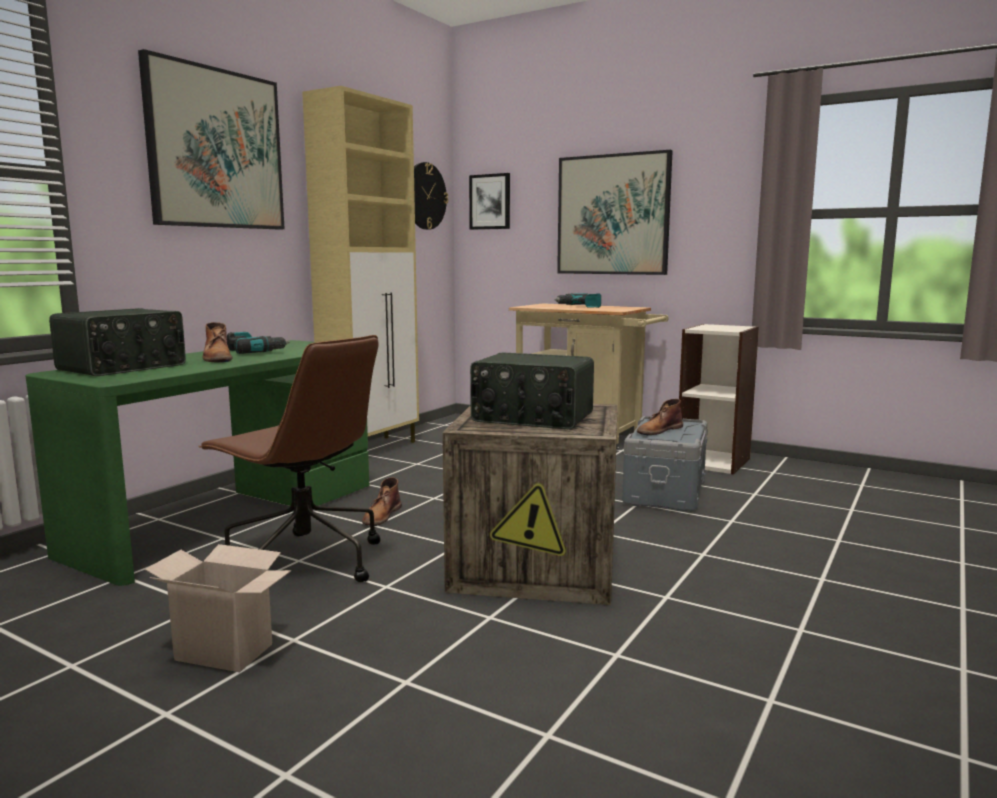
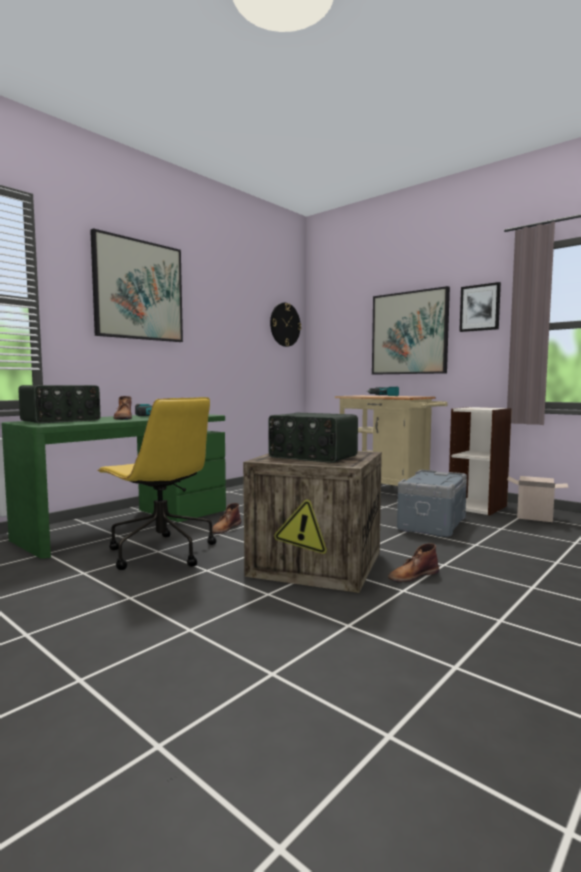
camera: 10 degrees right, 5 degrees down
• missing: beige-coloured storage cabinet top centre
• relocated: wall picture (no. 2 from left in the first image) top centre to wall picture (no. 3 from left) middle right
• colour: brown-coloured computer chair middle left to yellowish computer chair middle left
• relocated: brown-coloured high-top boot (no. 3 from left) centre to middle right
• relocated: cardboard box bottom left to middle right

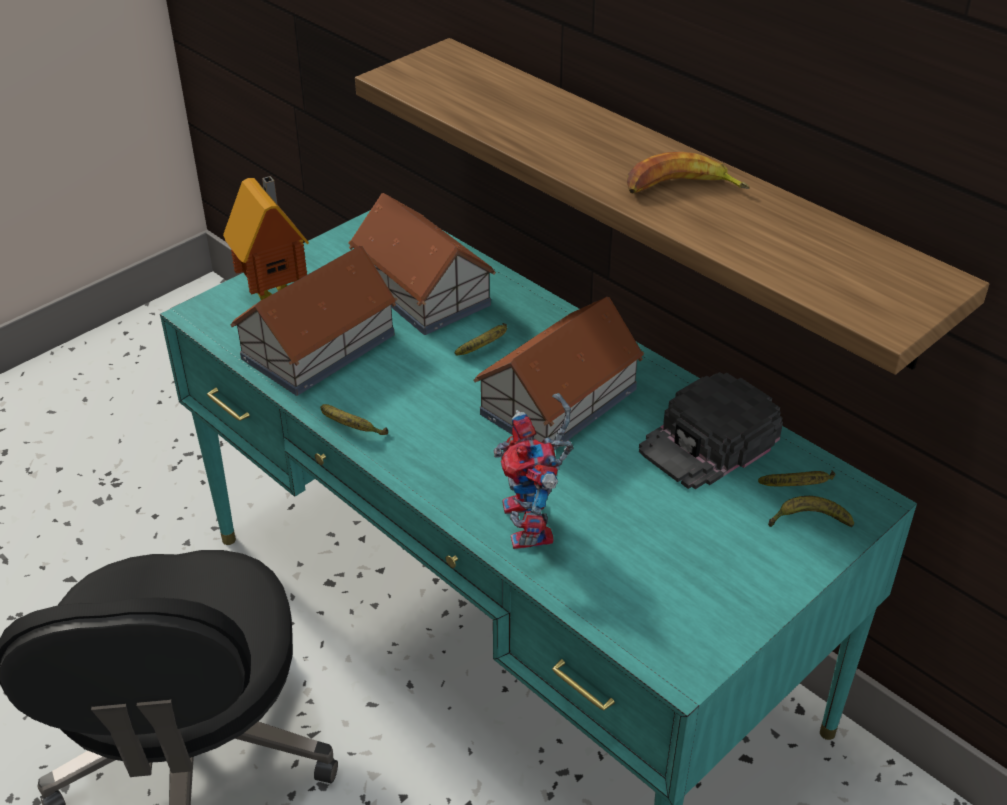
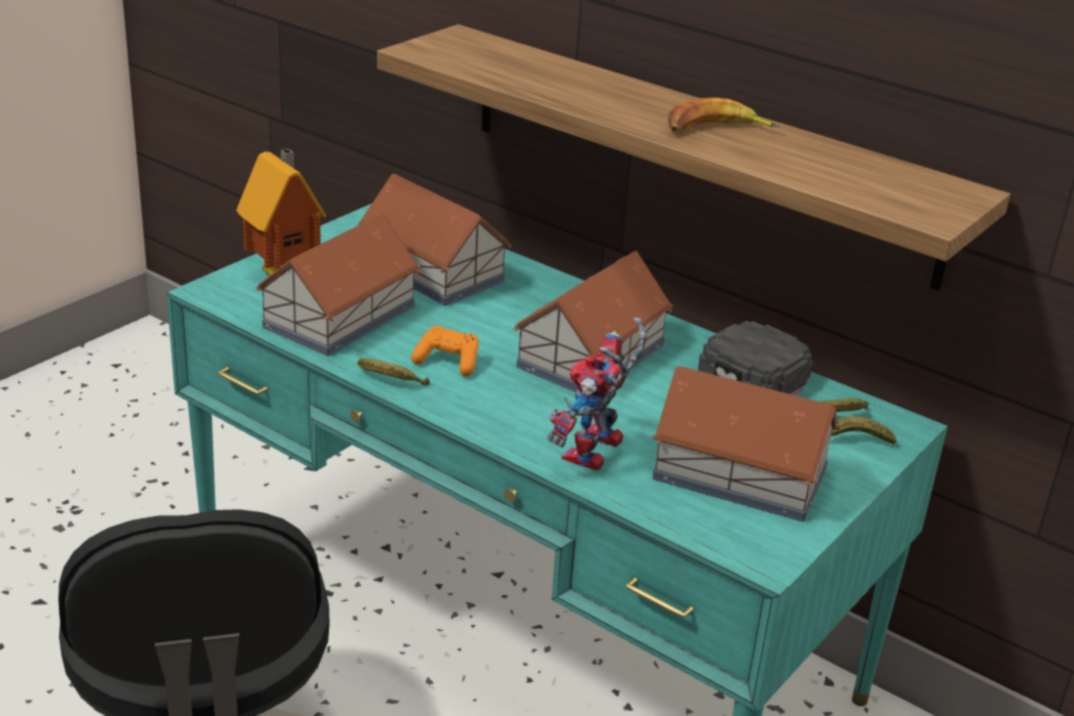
camera: 10 degrees left, 10 degrees down
• missing: banana (no. 2 from left) centre
• spun: model robot centre = centre 45 degrees clockwise
• appeared: orangey game controller centre
• appeared: model house (no. 5 from left) middle right

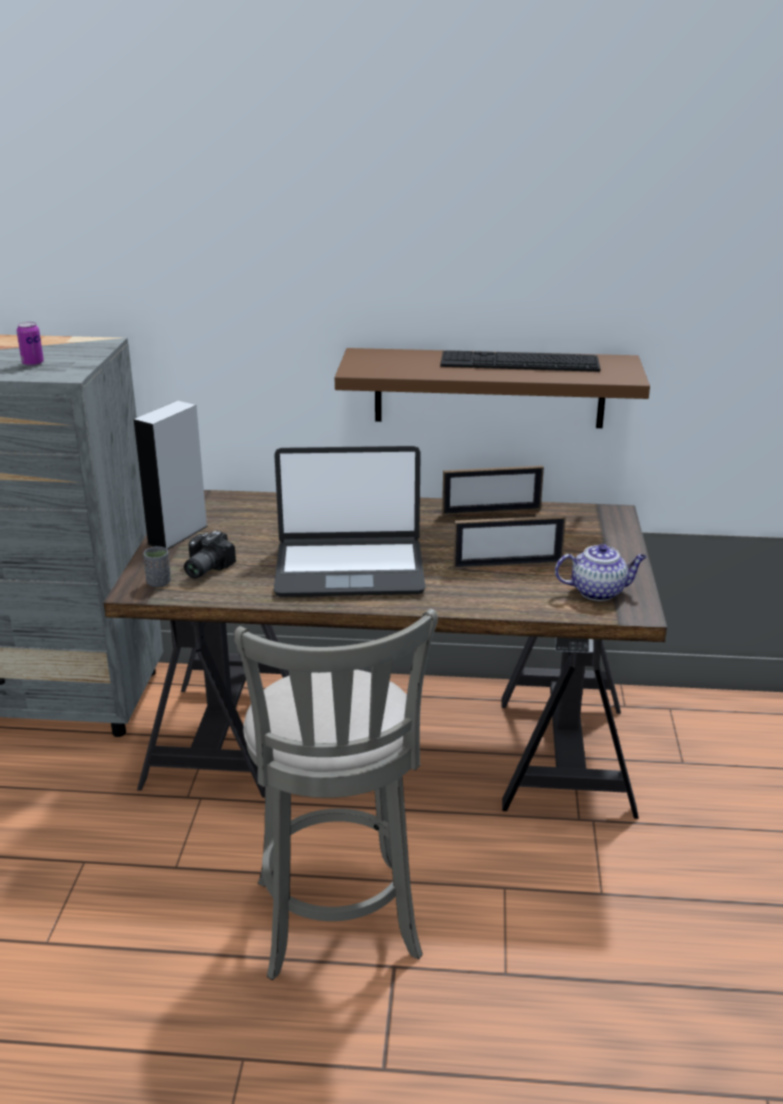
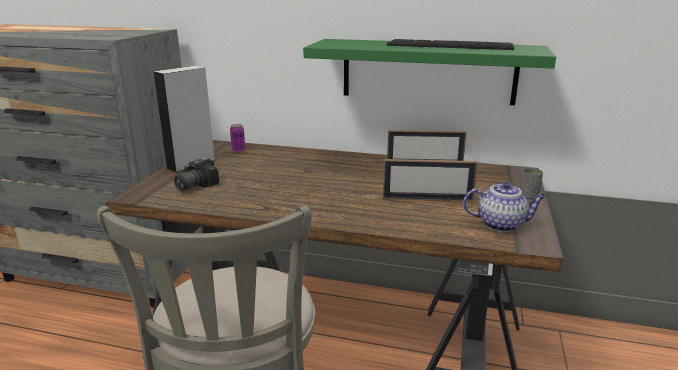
camera: 10 degrees right, 5 degrees down
• relocated: can top left to centre
• colour: brown-coloured shelf centre to greenish shelf top centre
• missing: notebook computer centre
• relocated: greyish drinking cup middle left to middle right

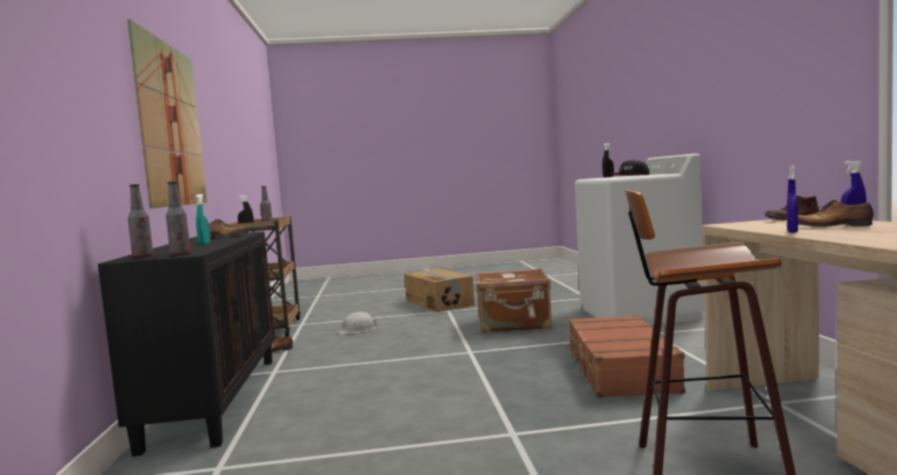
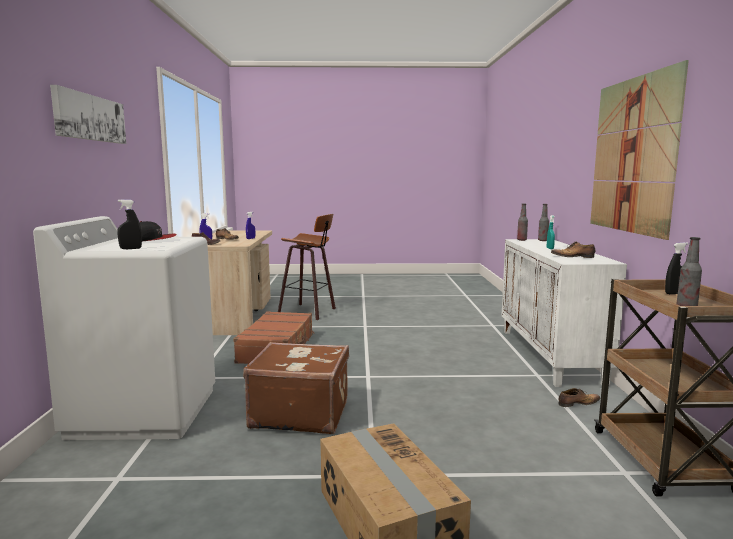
camera: 175 degrees left, 5 degrees up
• colour: black-coloured storage cabinet bottom left to white storage cabinet middle right
• missing: white hard hat bottom centre
• appeared: wall picture (no. 1 from left) top left

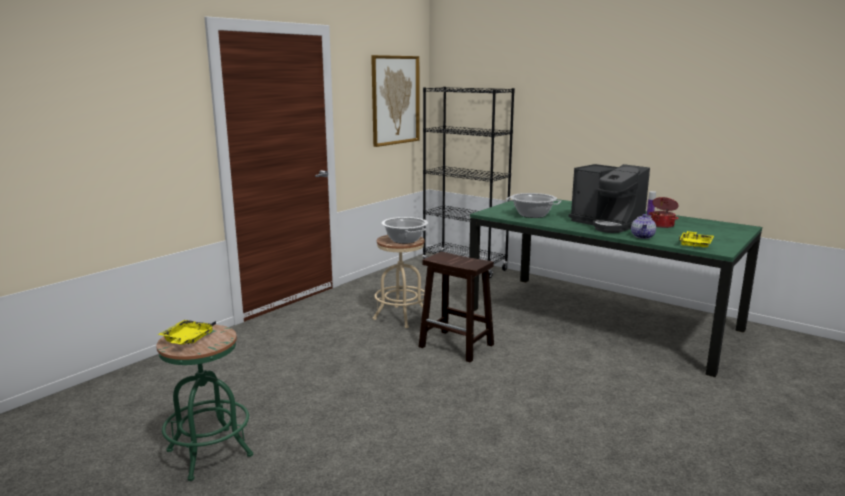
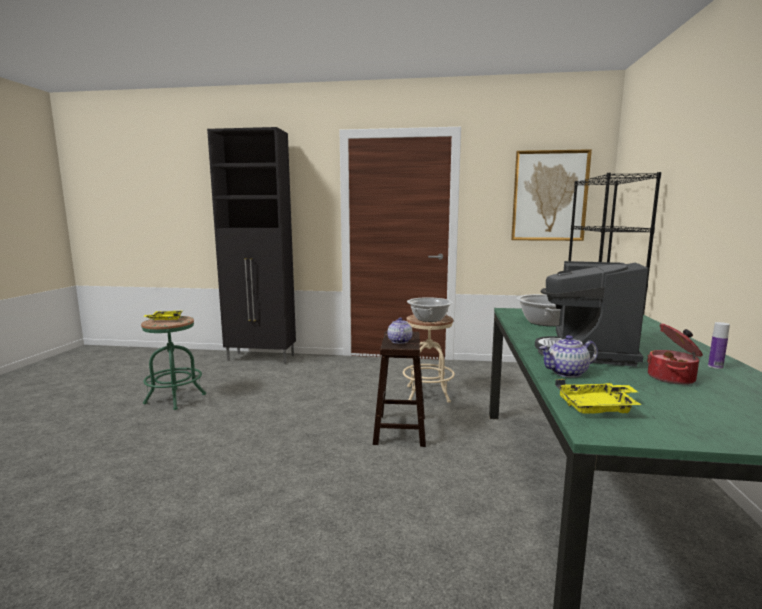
camera: 60 degrees right, 5 degrees down
• appeared: black-coloured storage cabinet middle left
• appeared: tea pot (no. 1 from left) centre

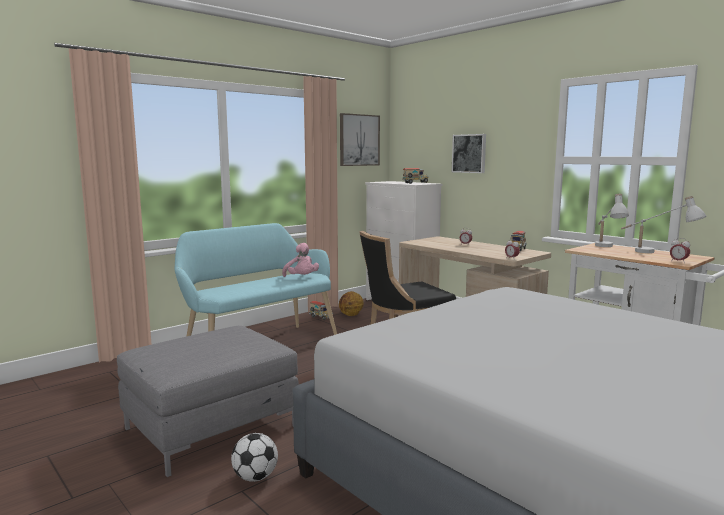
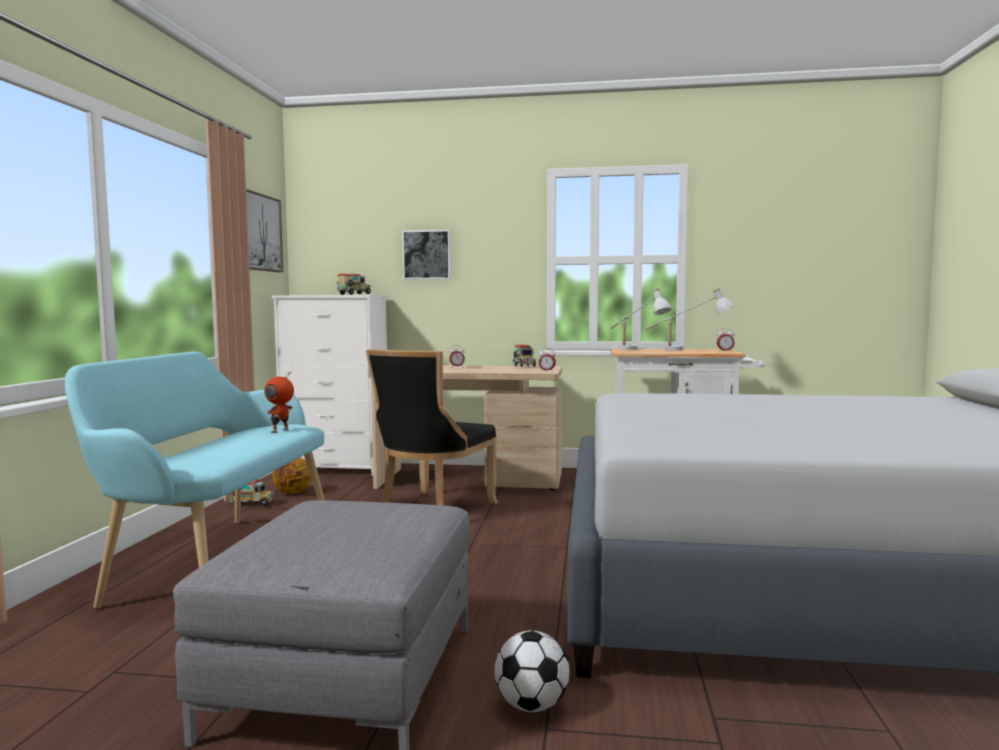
camera: 40 degrees left, 5 degrees down
• exchanged: pink-coloured plush toy centre to model robot middle left

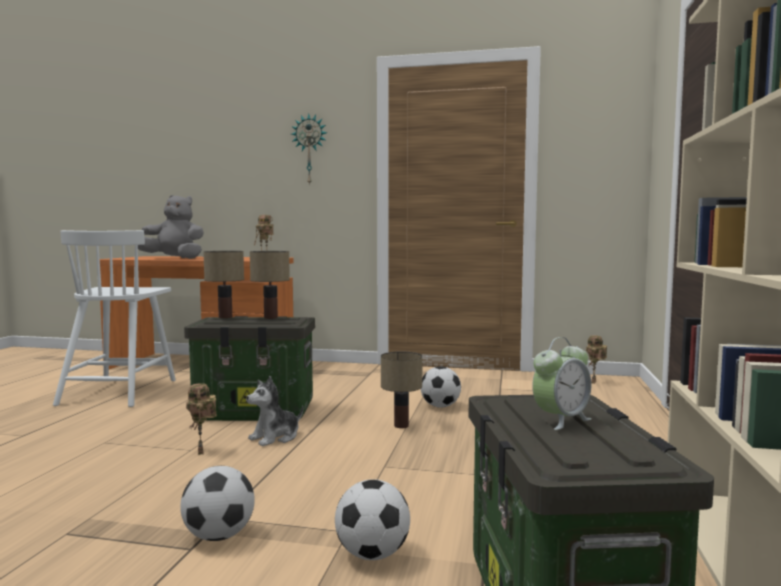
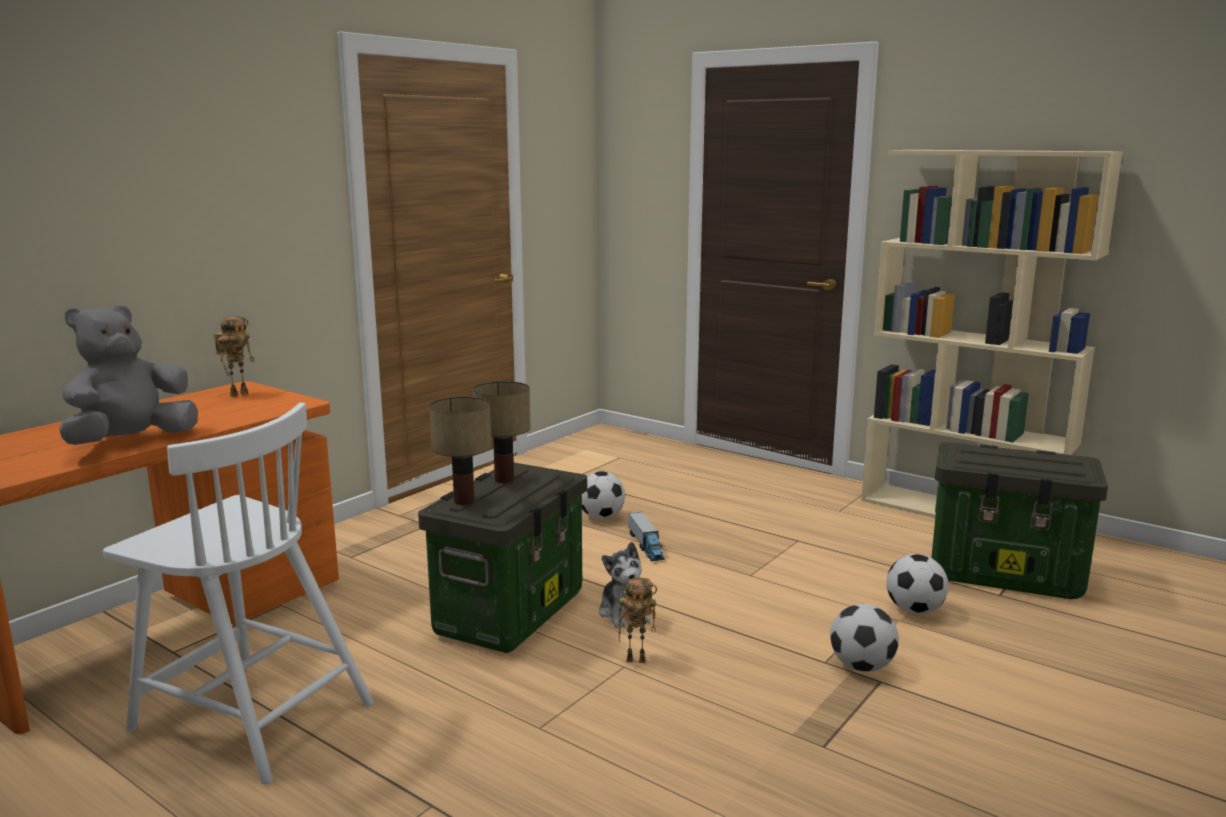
camera: 65 degrees left, 10 degrees up
• missing: hanging clock top centre
• missing: model robot (no. 3 from left) middle right
• missing: bedside clock middle right
• exchanged: lamp for a table (no. 3 from left) centre to toy truck centre

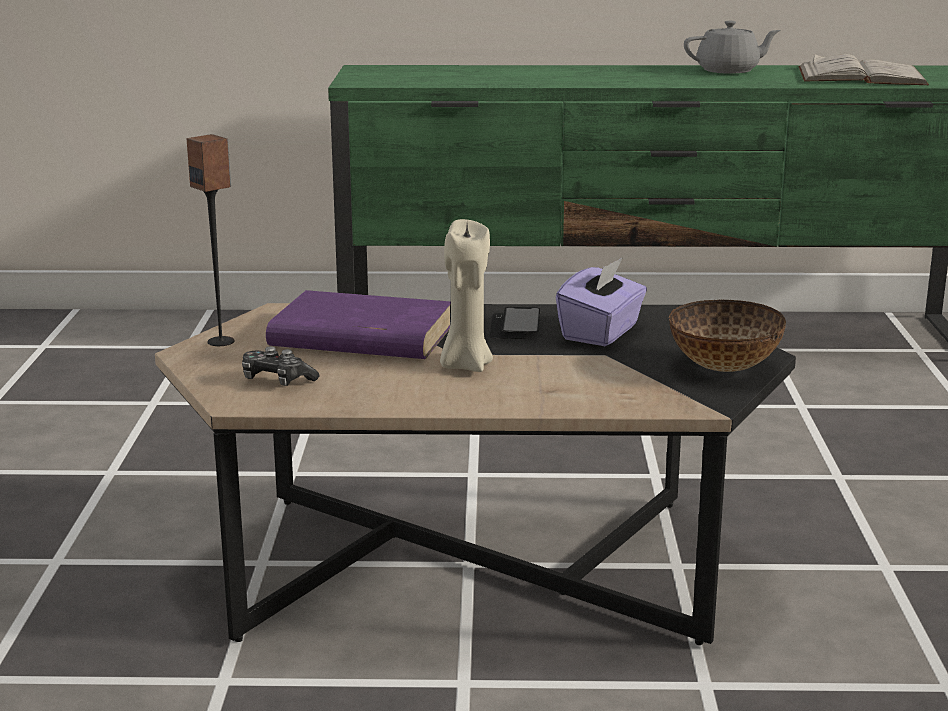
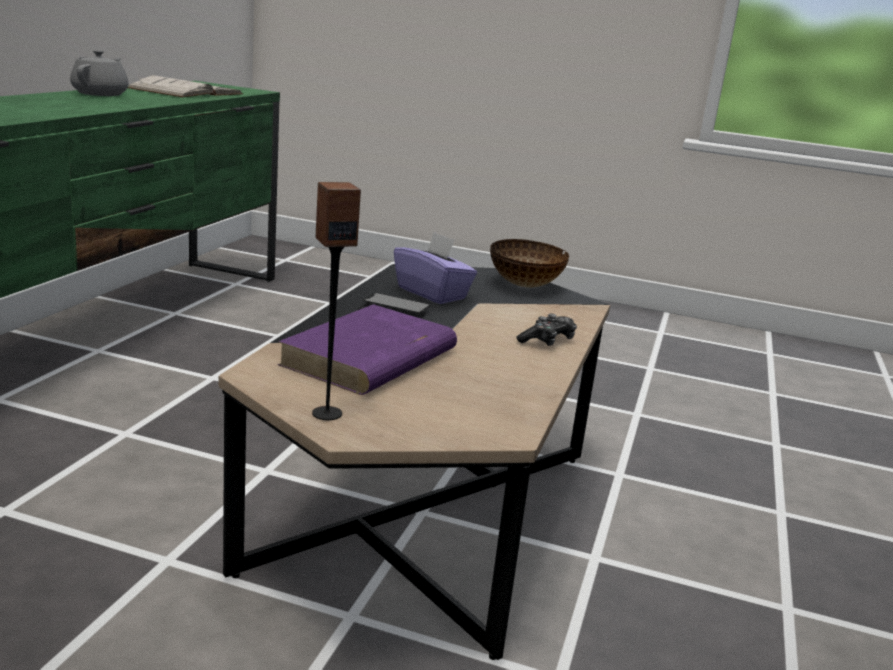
camera: 75 degrees left, 0 degrees up
• missing: beige-coloured candle centre
• relocated: game controller middle left to centre

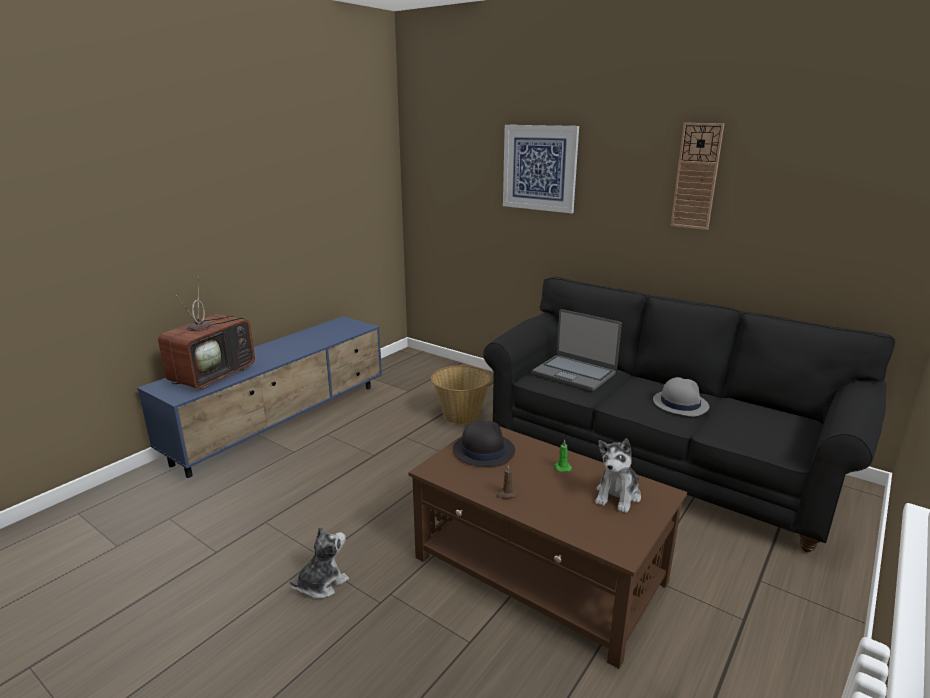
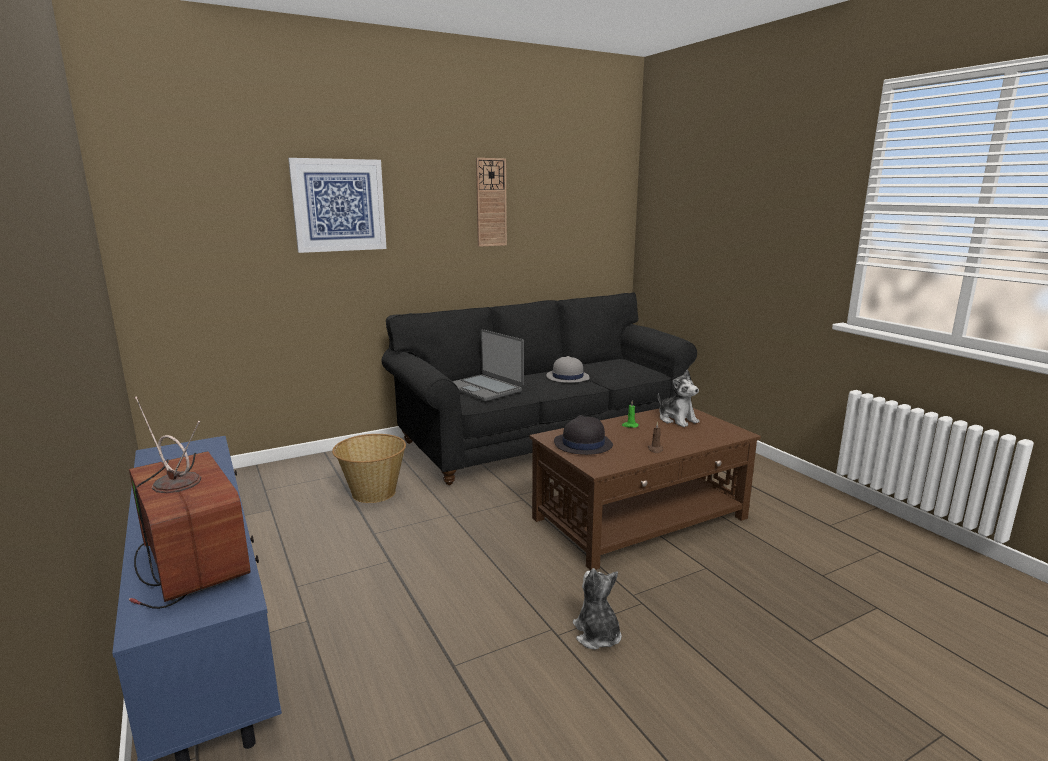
camera: 65 degrees left, 5 degrees down
• spun: notebook computer centre = centre 75 degrees clockwise

